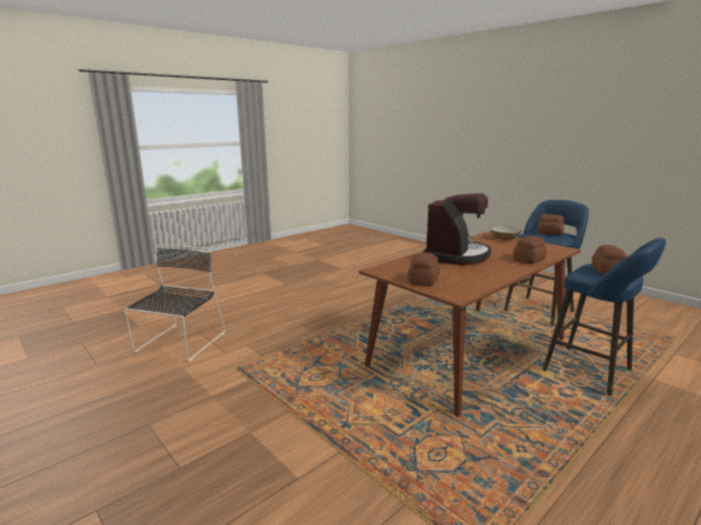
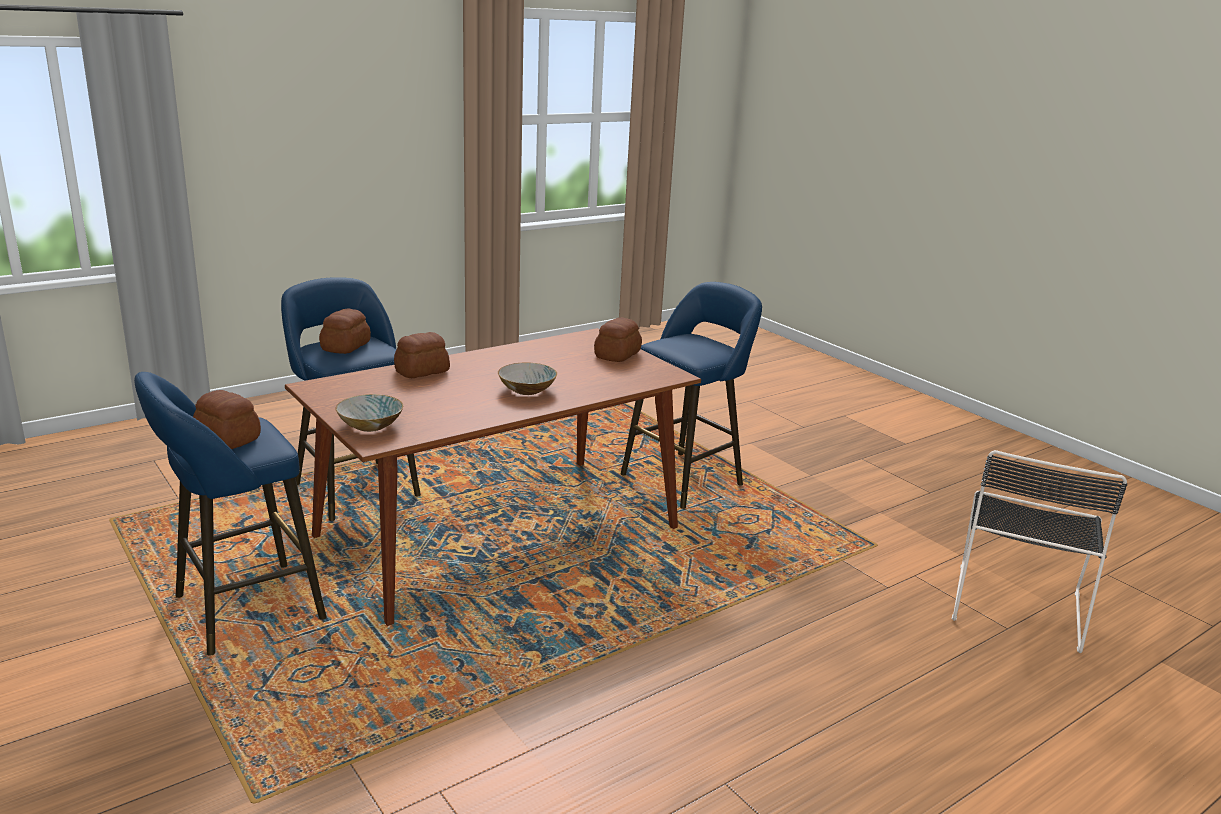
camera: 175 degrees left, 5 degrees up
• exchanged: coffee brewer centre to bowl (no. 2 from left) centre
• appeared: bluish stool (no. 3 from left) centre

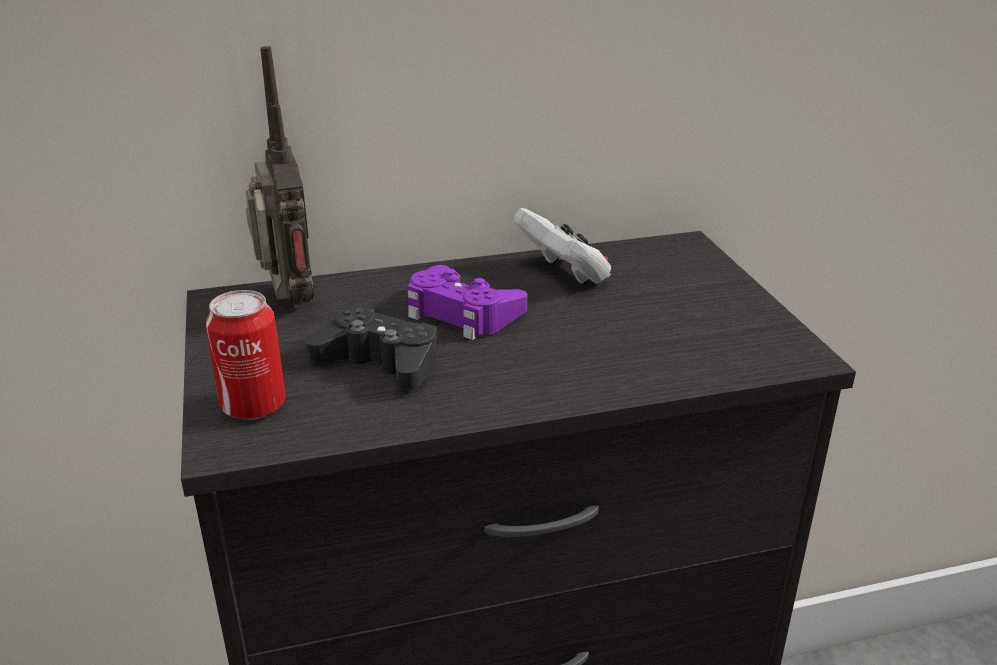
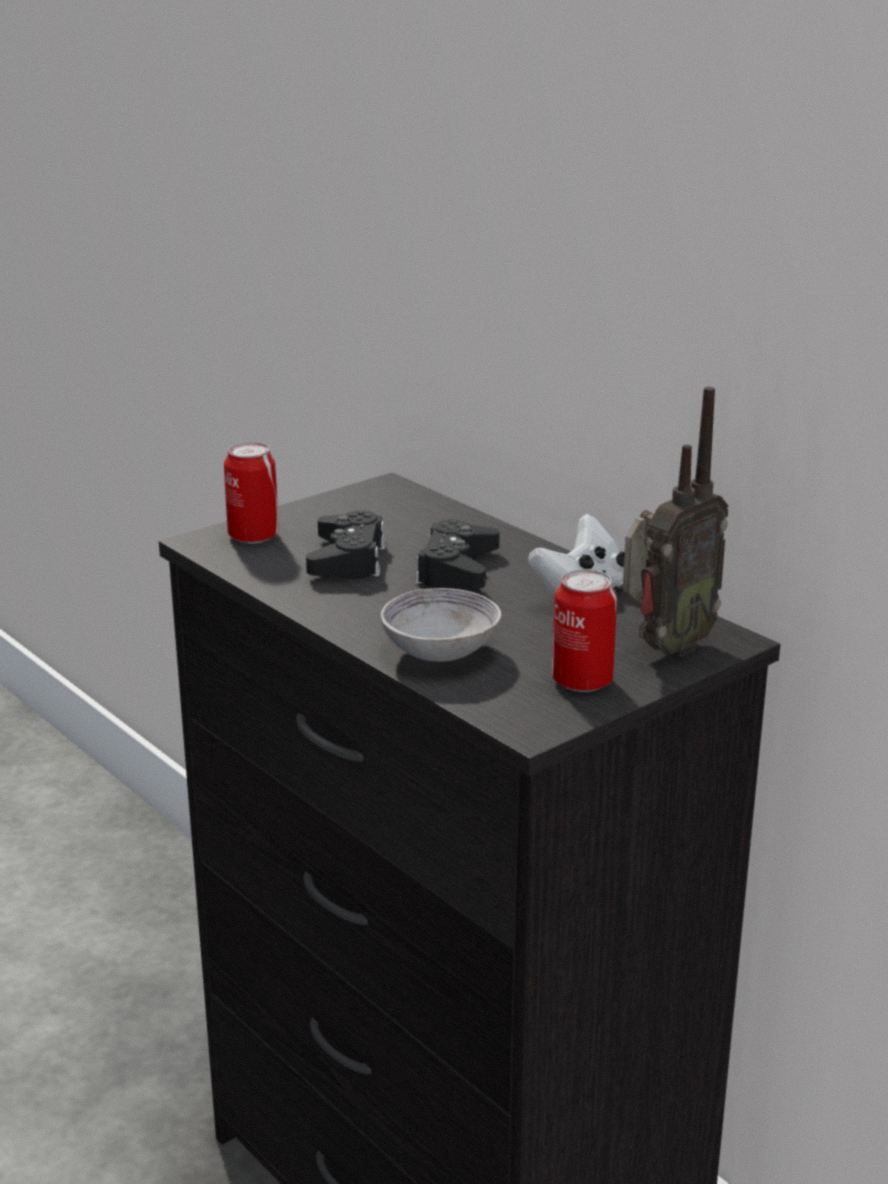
camera: 65 degrees right, 5 degrees down
• relocated: radio top left to middle right
• colour: purple-coloured game controller centre to black-coloured game controller (no. 2 from left) centre
• appeared: can (no. 2 from left) centre
• appeared: greyish bowl centre

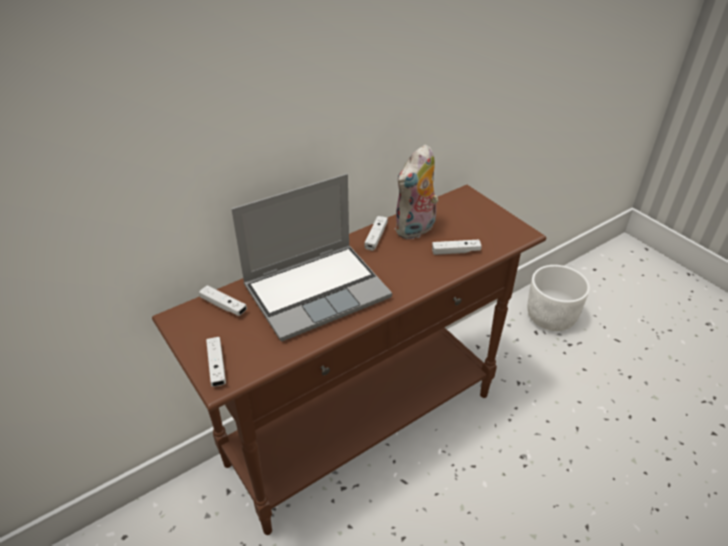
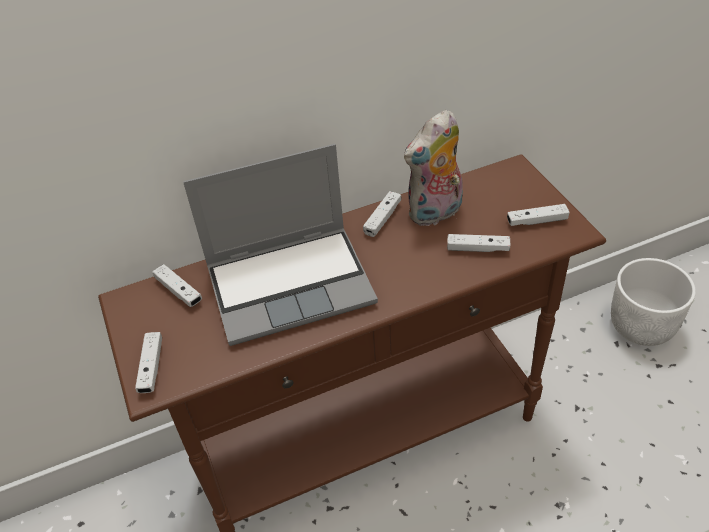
camera: 15 degrees right, 5 degrees up
• appeared: white game controller (no. 5 from left) middle right

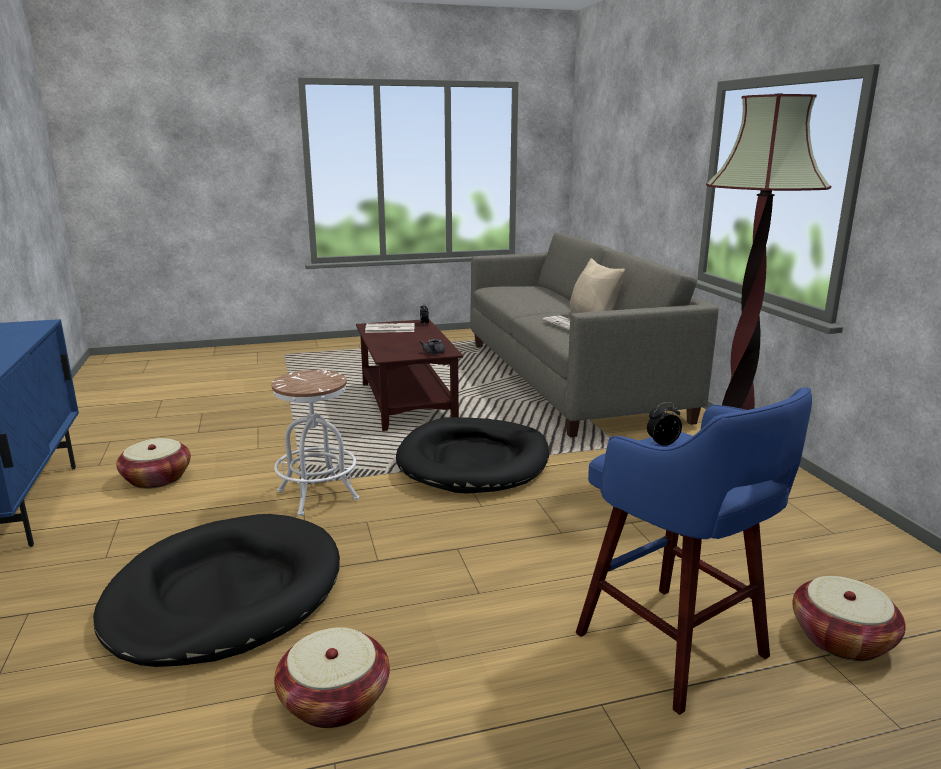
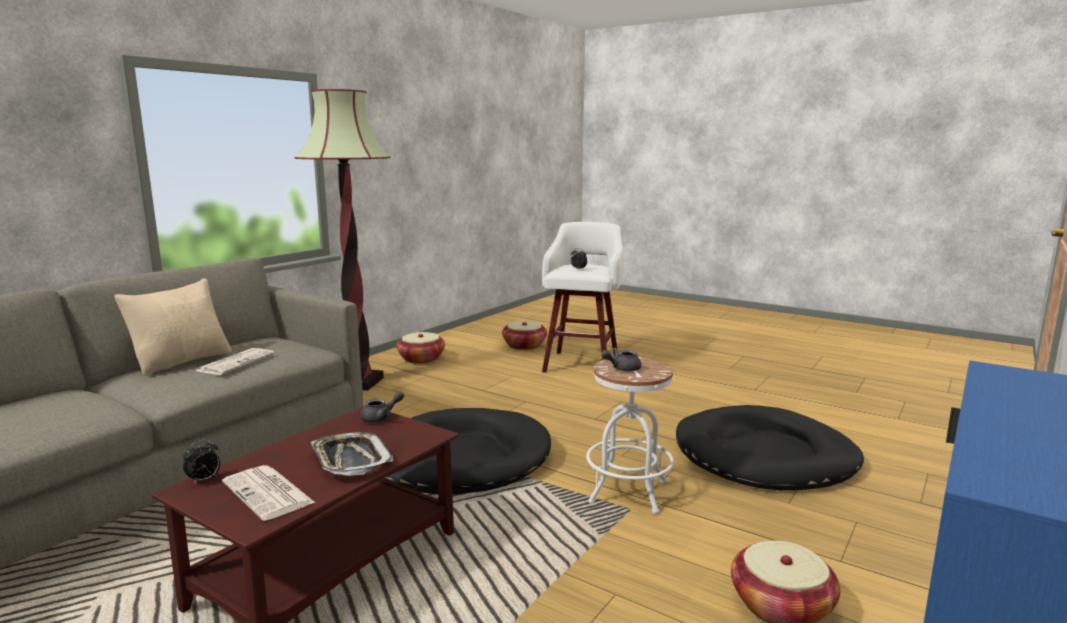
camera: 130 degrees left, 5 degrees down
• colour: bluish stool bottom right to white stool (no. 1 from left) centre
• relocated: household basket (no. 2 from left in the first image) bottom centre to household basket (no. 1 from left) centre
• appeared: greyish tea pot (no. 2 from left) centre
• appeared: tray bottom left

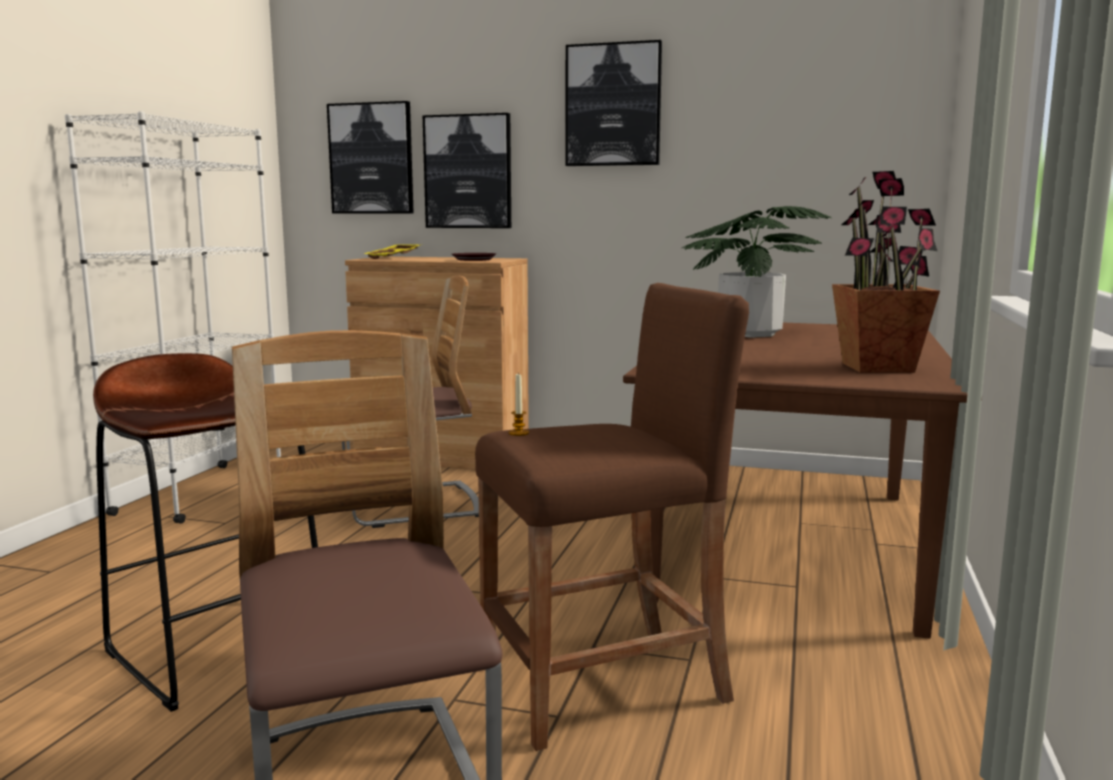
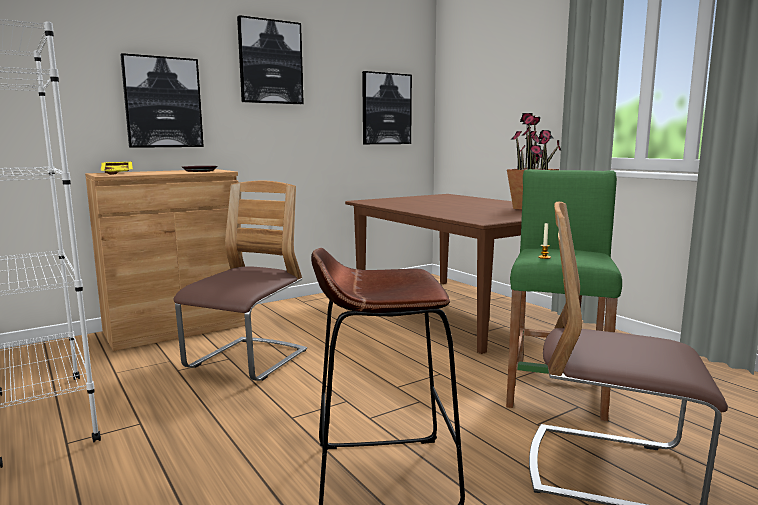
camera: 50 degrees left, 0 degrees up
• relocated: wall picture (no. 1 from left in the first image) top left to wall picture (no. 3 from left) top centre
• missing: plant in a pot (no. 1 from left) middle right
• colour: brown-coloured stool (no. 2 from left) centre to greenish stool middle right

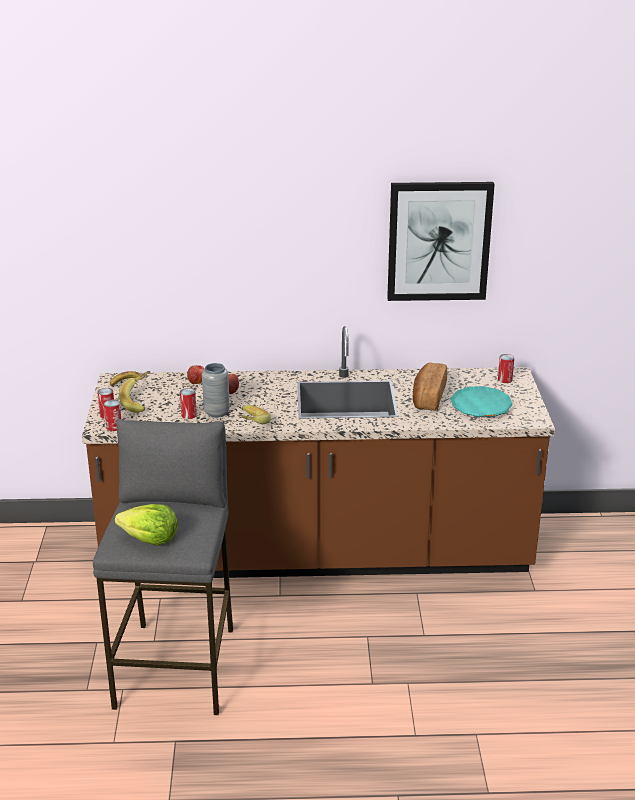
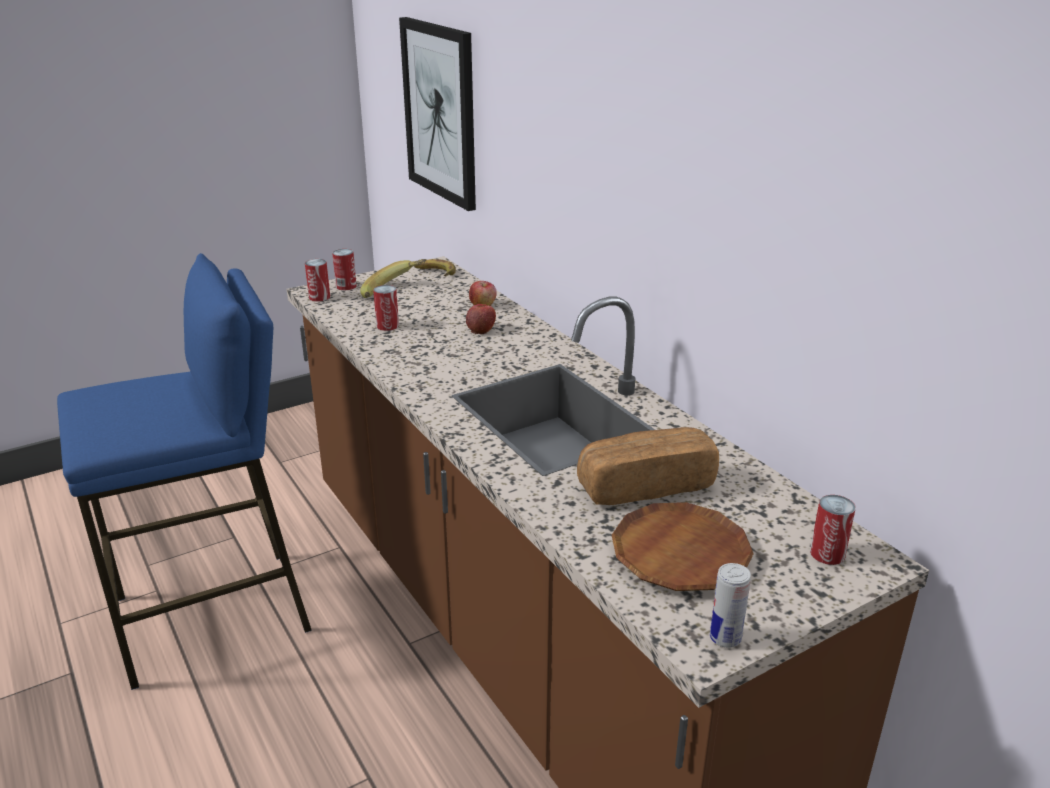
camera: 60 degrees right, 0 degrees up
• relocated: wall picture top right to top centre
• missing: greyish decorative vase centre
• colour: turquoise flat dish middle right to brown-coloured flat dish bottom centre
• missing: banana (no. 3 from left) centre
• colour: greyish stool bottom left to bluish stool middle left
• missing: lettuce head middle left
• appeared: can (no. 4 from left) bottom right

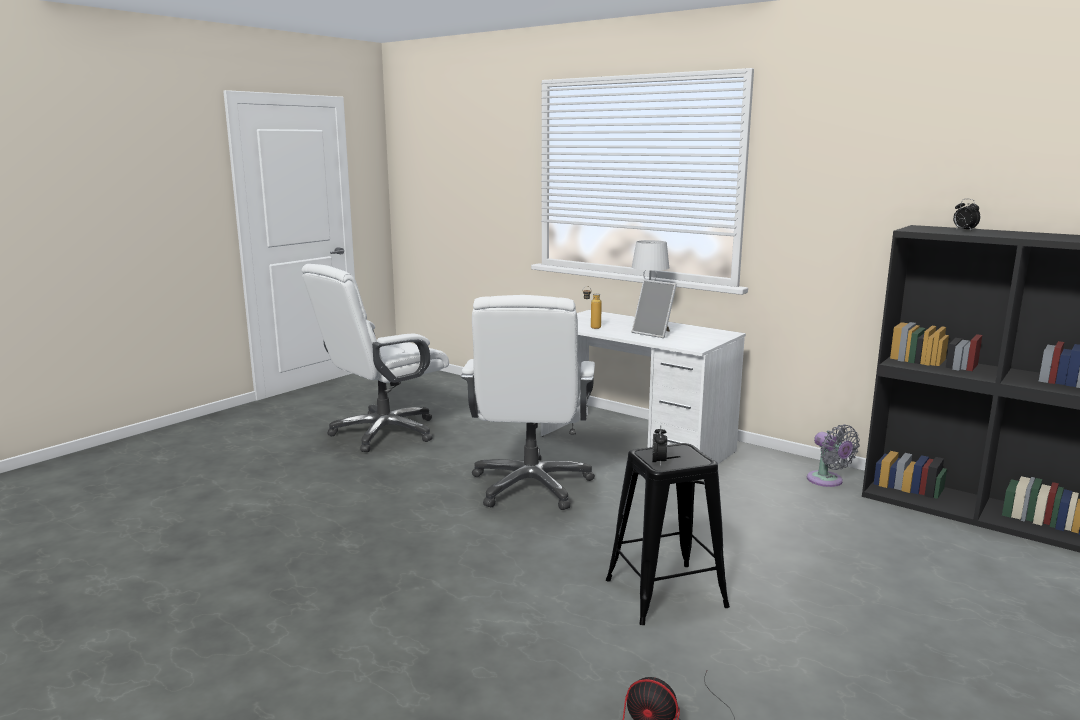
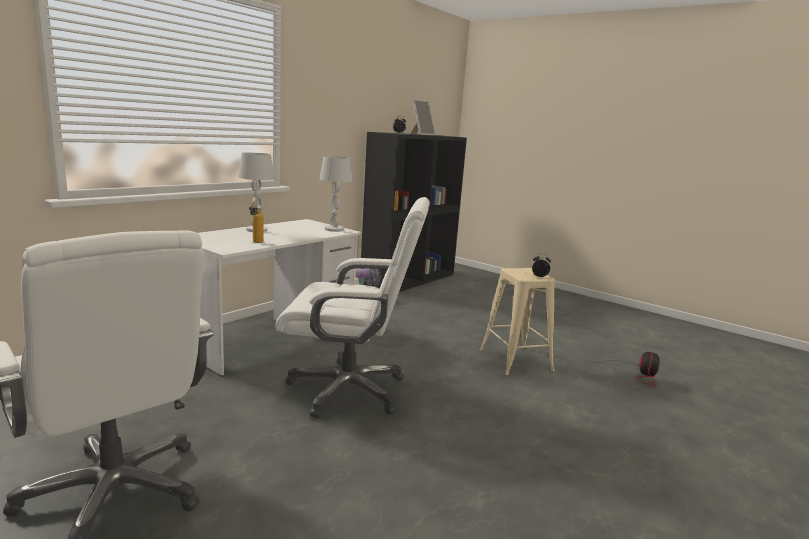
camera: 90 degrees left, 0 degrees up
• relocated: picture frame centre to top centre
• colour: black-coloured stool bottom centre to beige-coloured stool centre
• appeared: white lamp for a table (no. 2 from left) centre

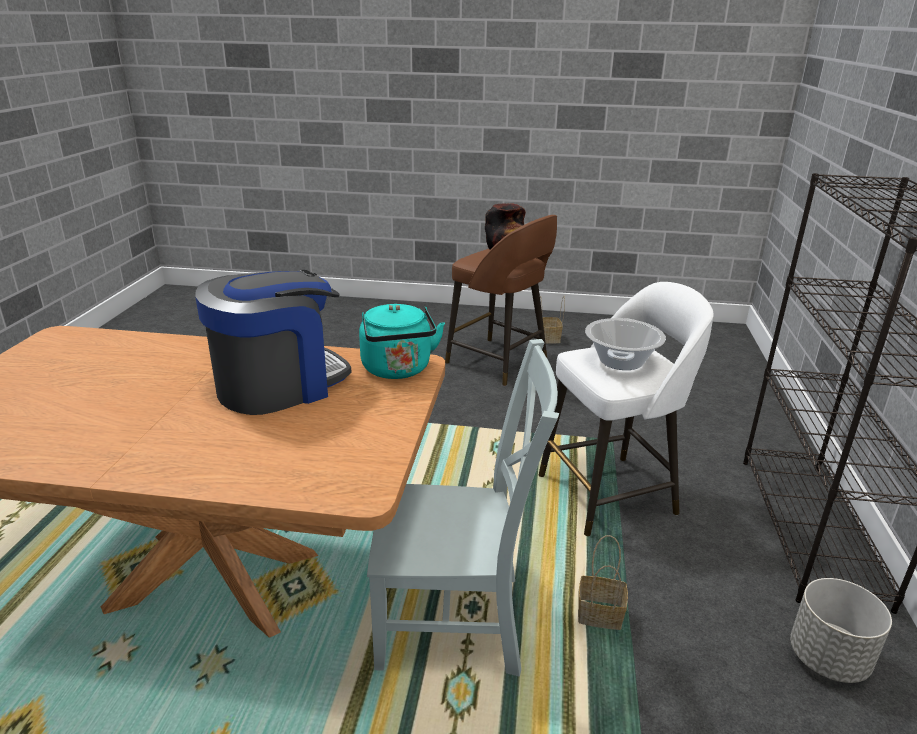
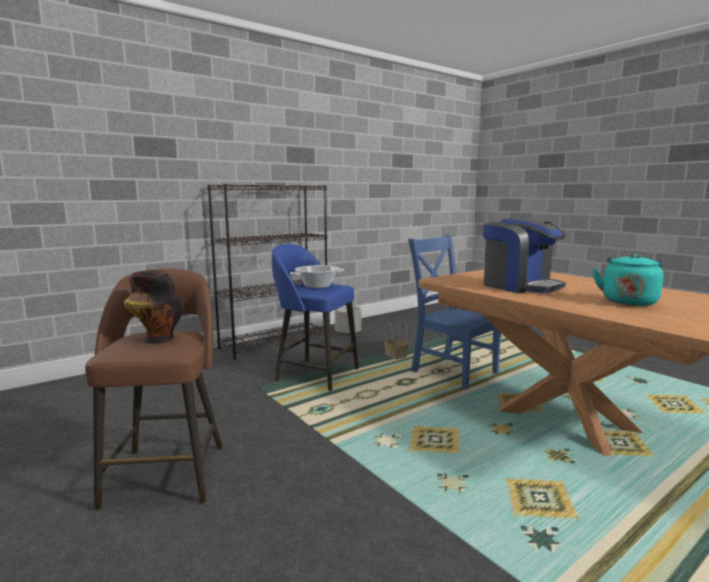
camera: 135 degrees left, 15 degrees down
• spun: coffee brewer middle left = middle right 135 degrees counterclockwise
• colour: white stool middle right to bluish stool centre
• missing: household basket (no. 1 from left) centre
• relocated: turquoise tea kettle centre to middle right
• colour: greyish upright chair bottom centre to bluish upright chair centre

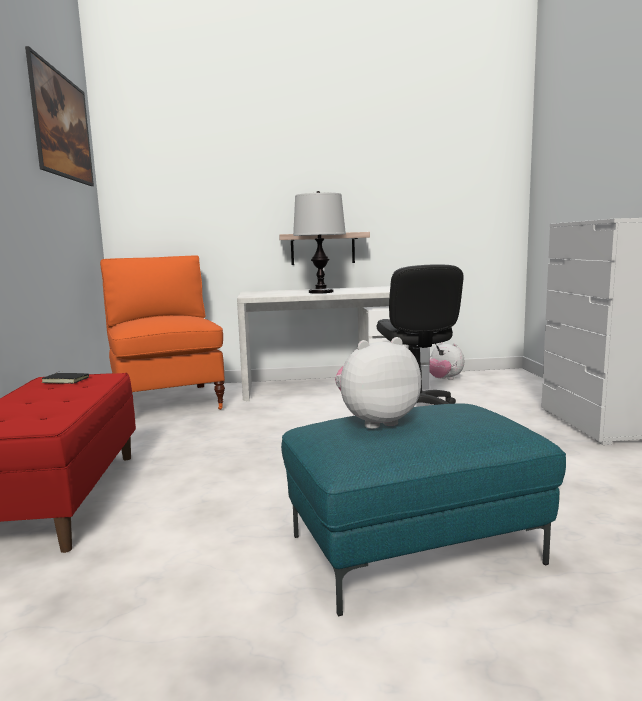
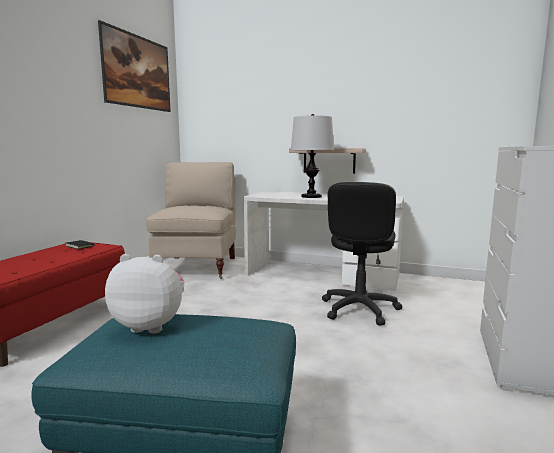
camera: 25 degrees right, 0 degrees up
• colour: orangey upright chair middle left to beige-coloured upright chair centre
• missing: plush toy (no. 2 from left) middle right

